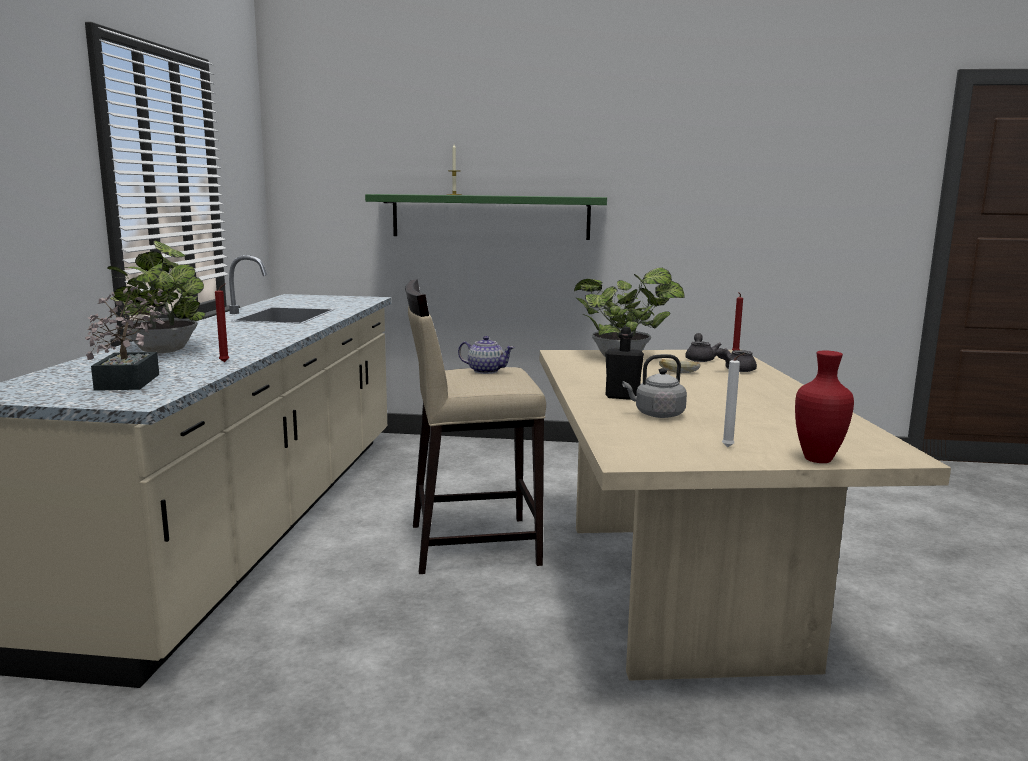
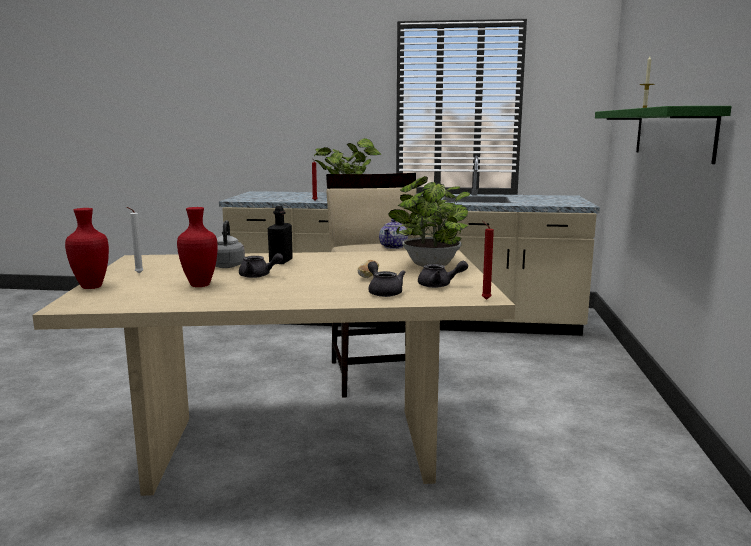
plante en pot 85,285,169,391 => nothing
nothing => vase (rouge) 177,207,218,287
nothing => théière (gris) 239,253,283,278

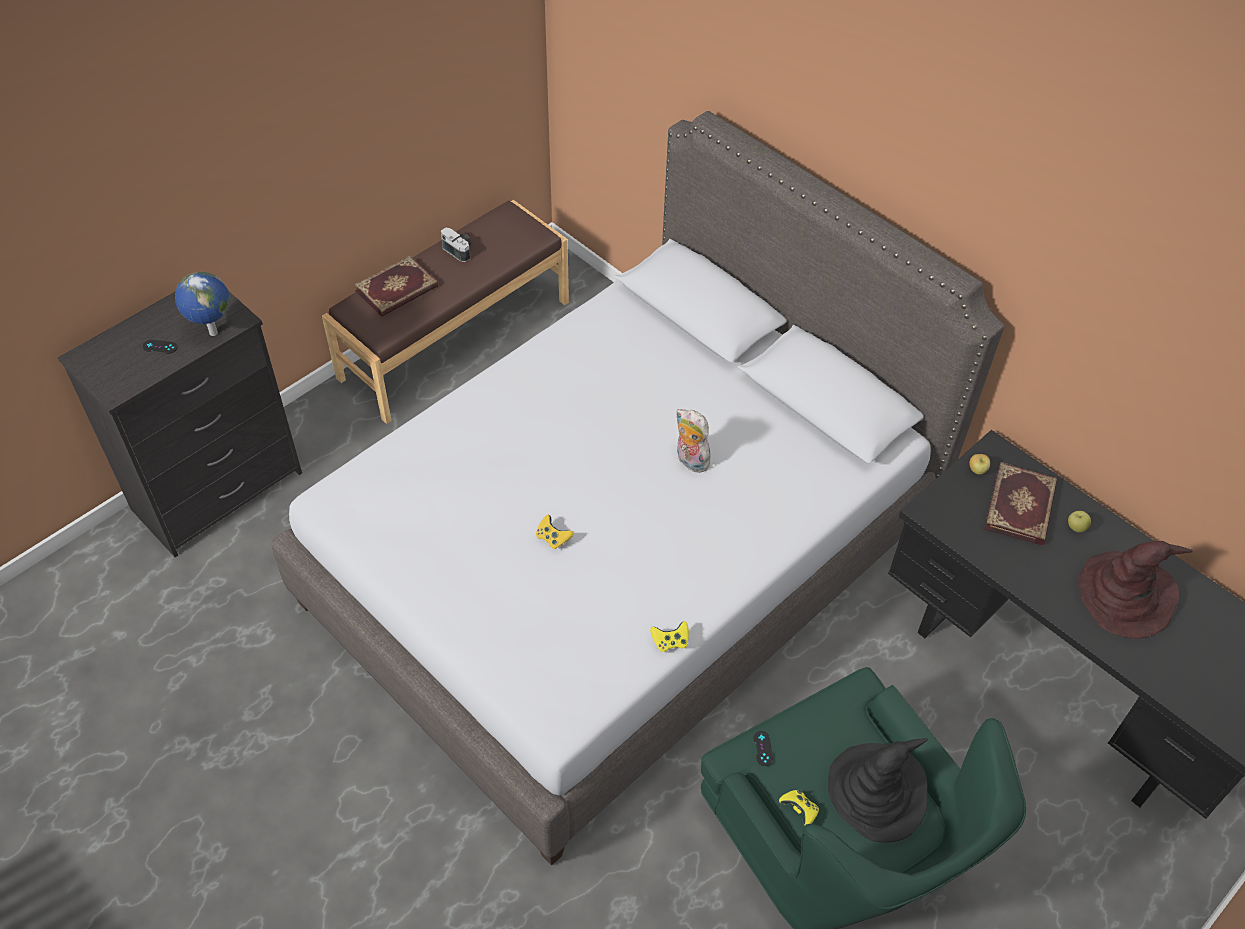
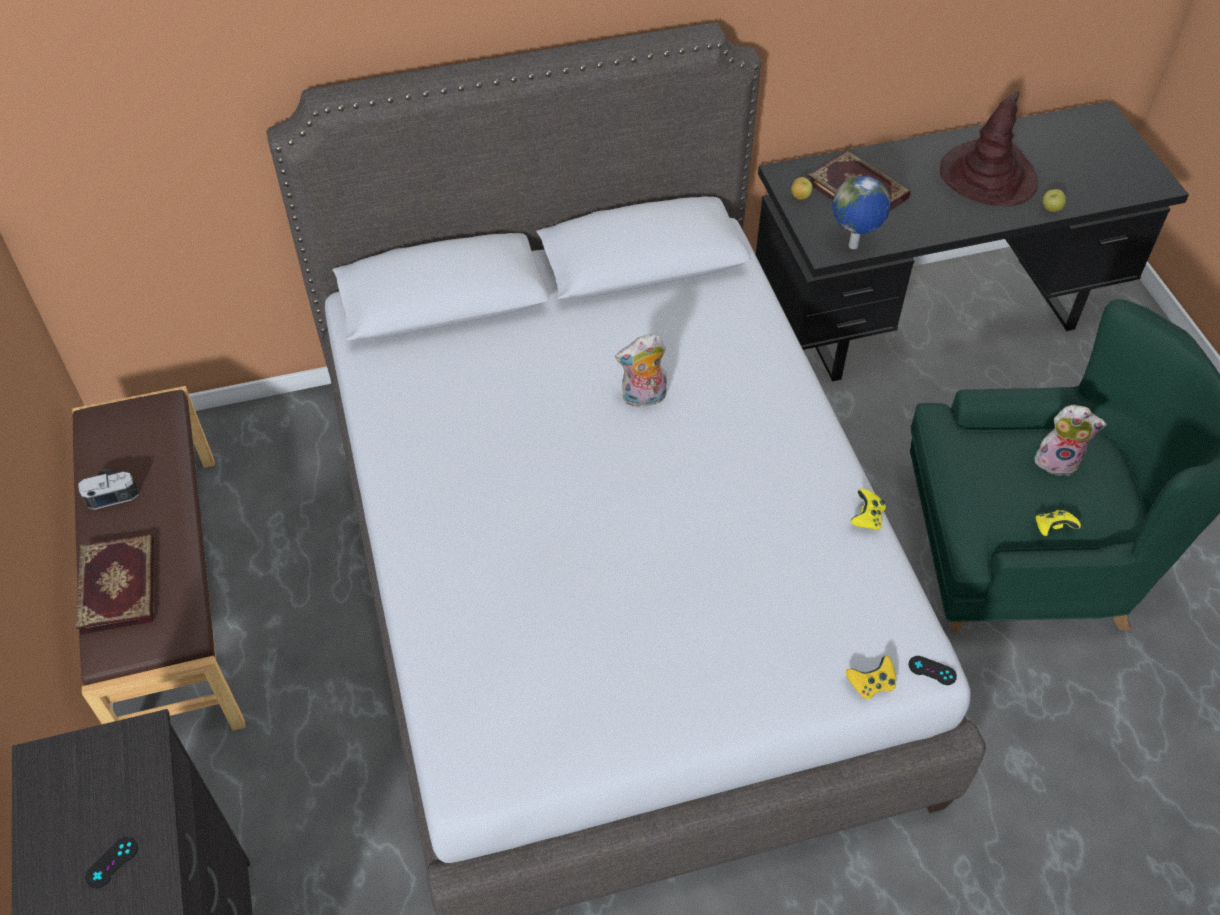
globe 175,272,229,336 => globe 832,176,891,249, move
manette (jaune) 536,515,573,549 => manette (jaune) 846,655,896,699, move
manette (noir) 753,731,773,766 => manette (noir) 909,656,957,685, move
chapeau (noir) 828,738,928,843 => peluche 1034,405,1106,476
pomme 1068,511,1091,532 => pomme 1042,189,1066,212, move

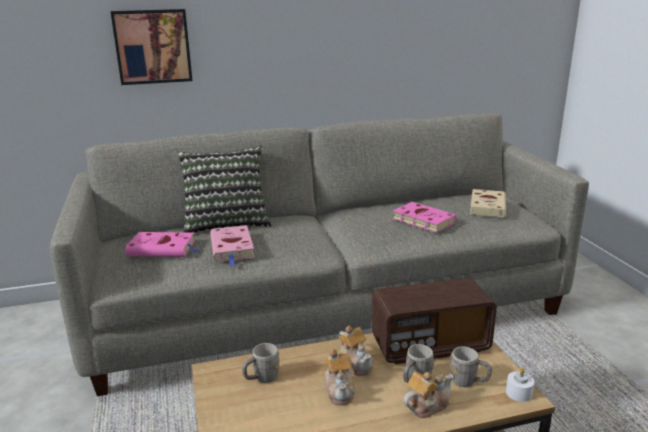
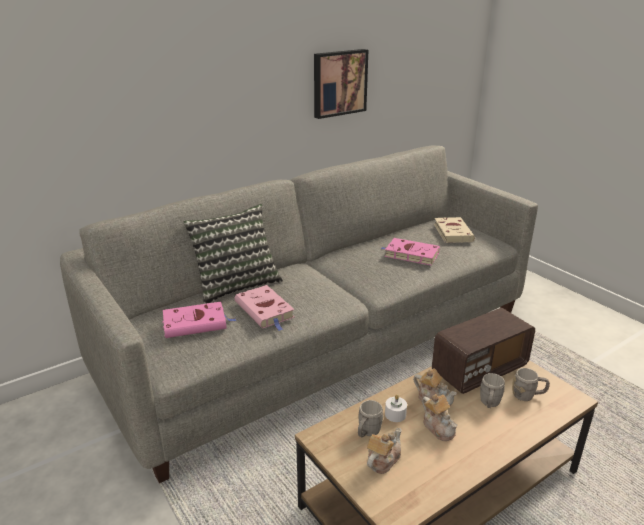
tableau 111,9,192,85 => tableau 314,49,368,119, move
théière 403,371,453,418 => théière 367,428,402,474, move
bougie (blanc) 506,368,534,402 => bougie (blanc) 385,395,407,422, move

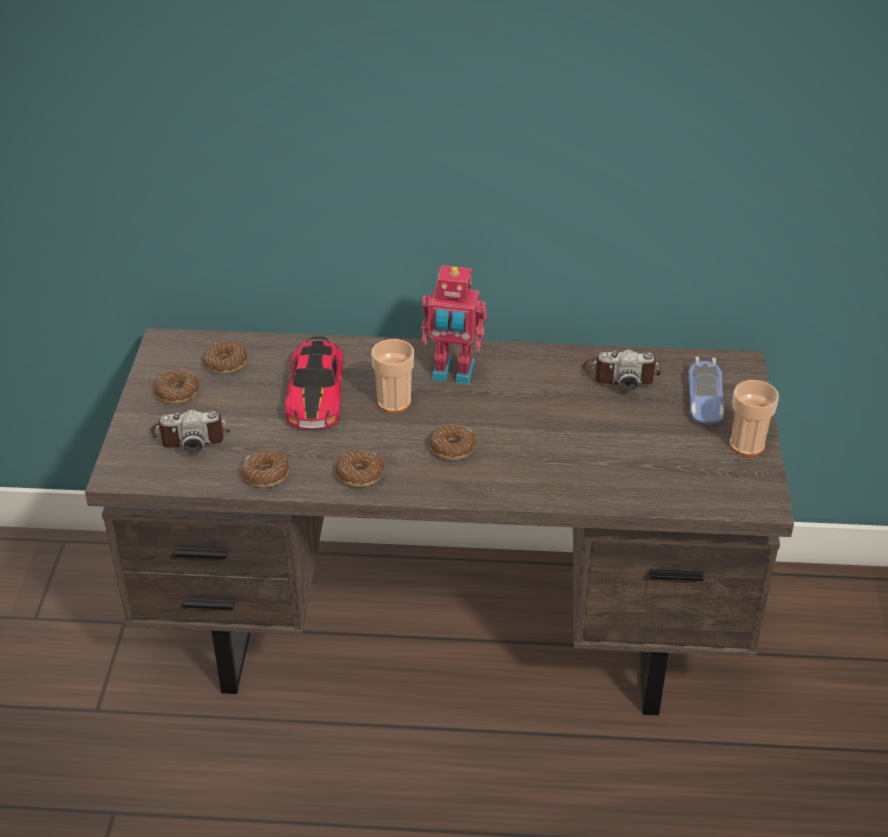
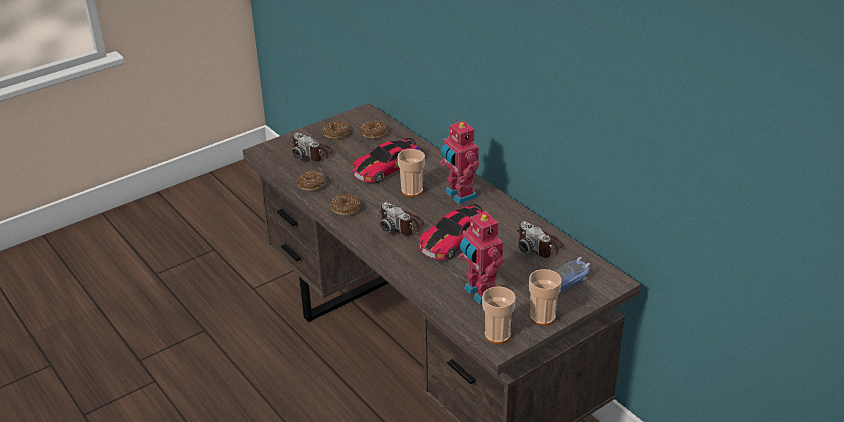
beignet 429,424,477,460 => appareil photo 379,202,424,236
nothing => petite voiture 419,204,483,260
nothing => robot jouet 459,210,504,304
nothing => tasse 482,286,516,344

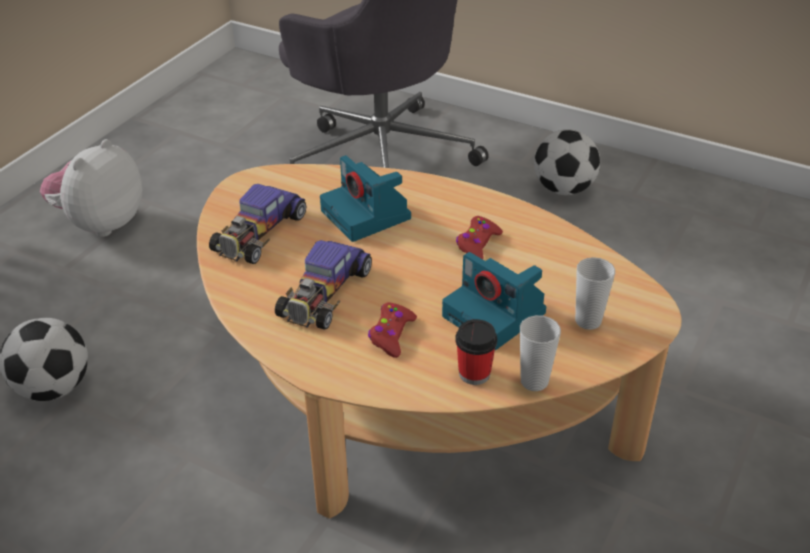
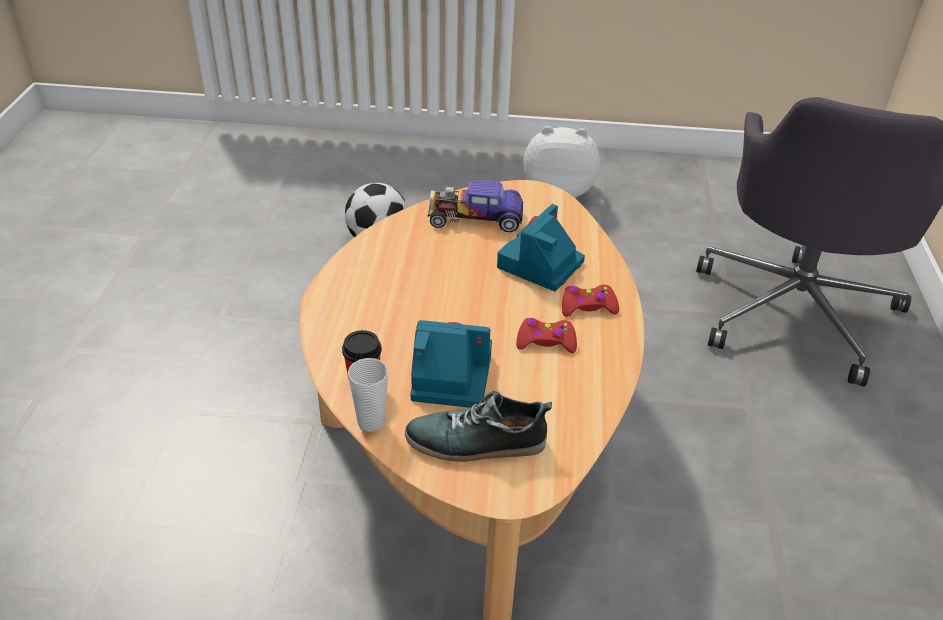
petite voiture 275,240,372,330 => nothing
manette (rouge) 368,302,417,358 => manette (rouge) 562,285,619,317, move
appareil photo 442,252,546,350 => appareil photo 411,320,492,408, 75 degrees clockwise
ballon de foot 534,129,600,195 => nothing
tasse 575,257,615,330 => chaussure 405,391,552,462

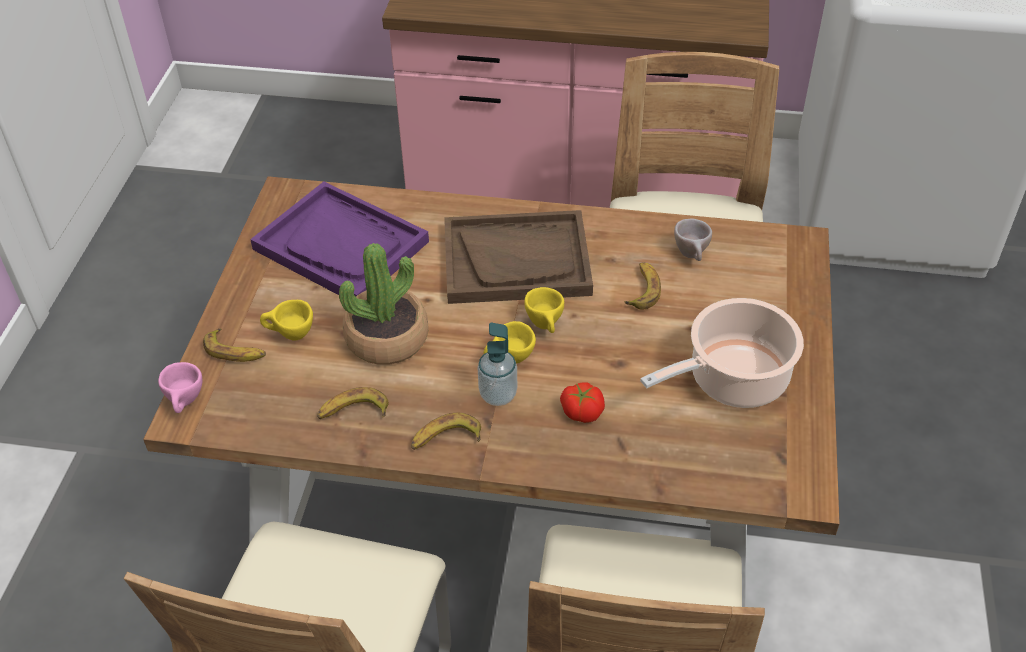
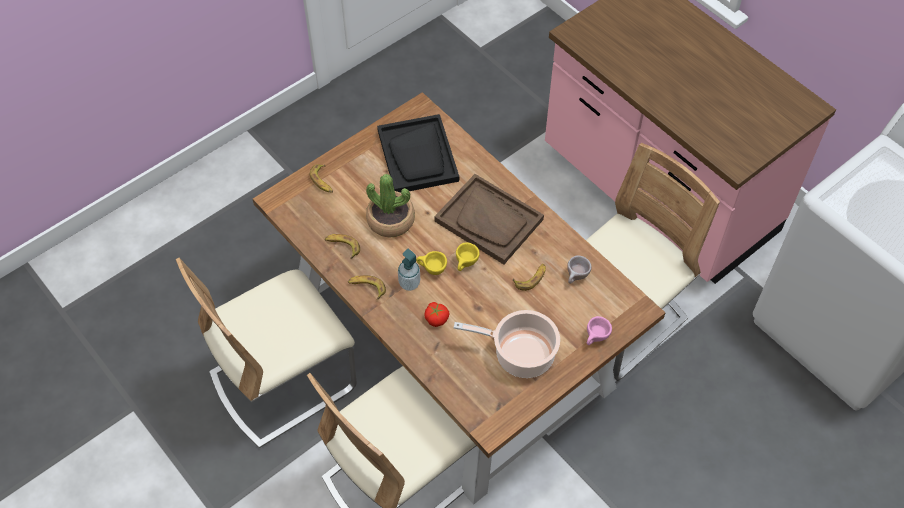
tasse (rose) 158,362,202,413 => tasse (rose) 587,316,612,345, move
plateau (violet) 250,181,429,297 => plateau (noir) 377,114,459,193
tasse (jaune) 260,300,313,340 => nothing

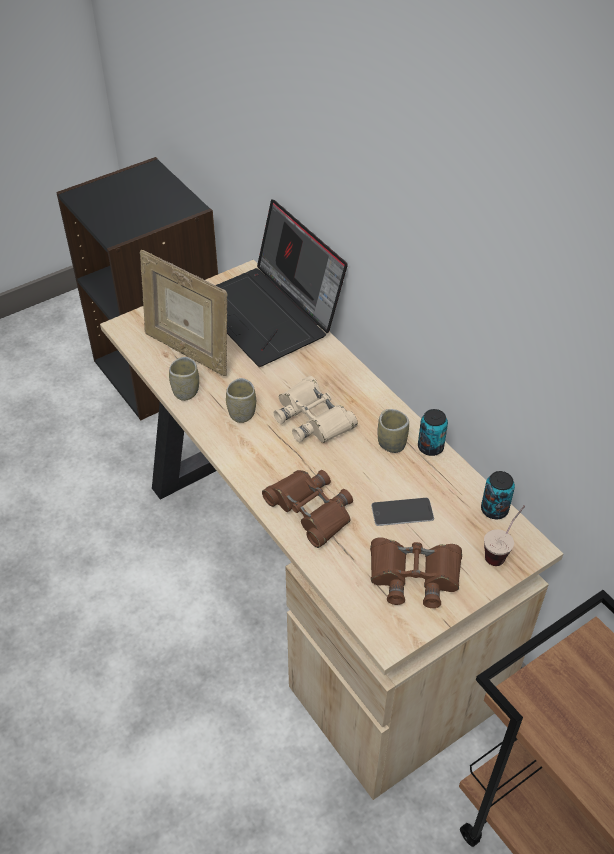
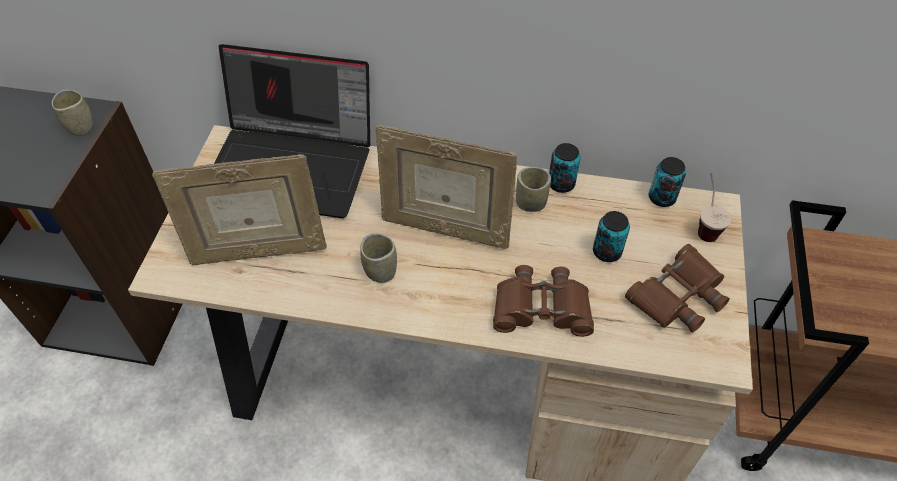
tasse 169,357,199,401 => tasse 52,89,94,136, move
jumelles (beige) 274,376,358,443 => cadre photo 376,125,518,249
téléphone 371,498,434,526 => boîte métallique 593,211,630,262

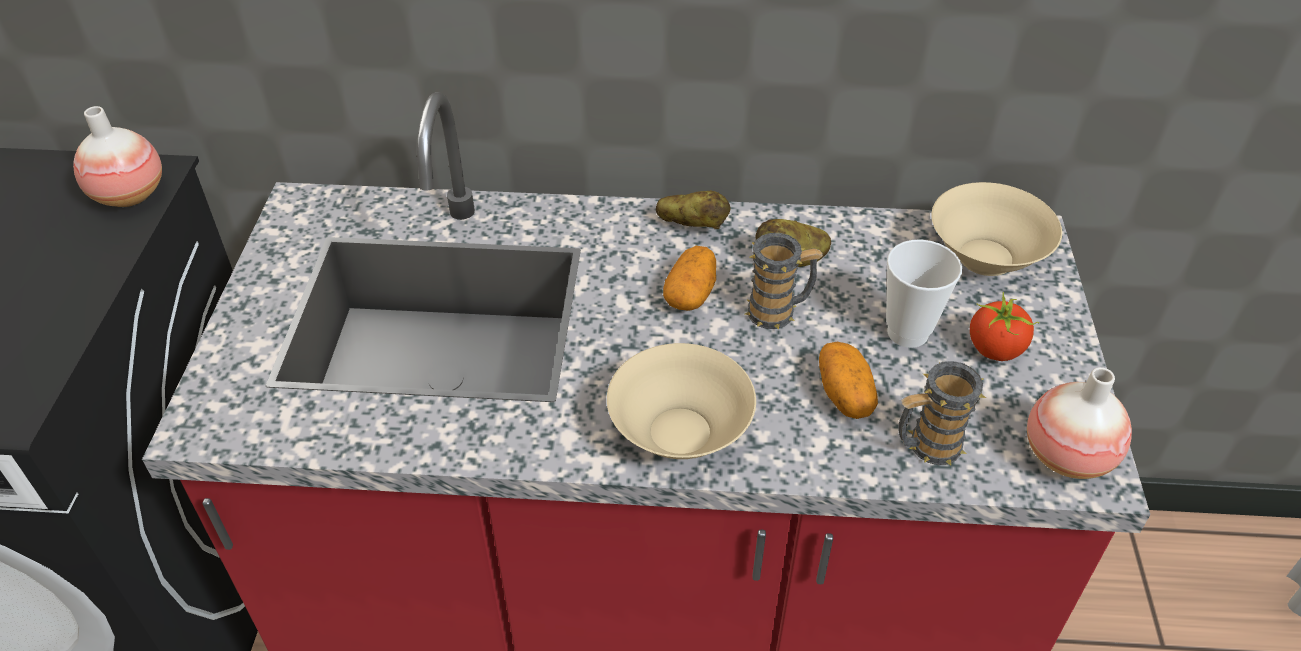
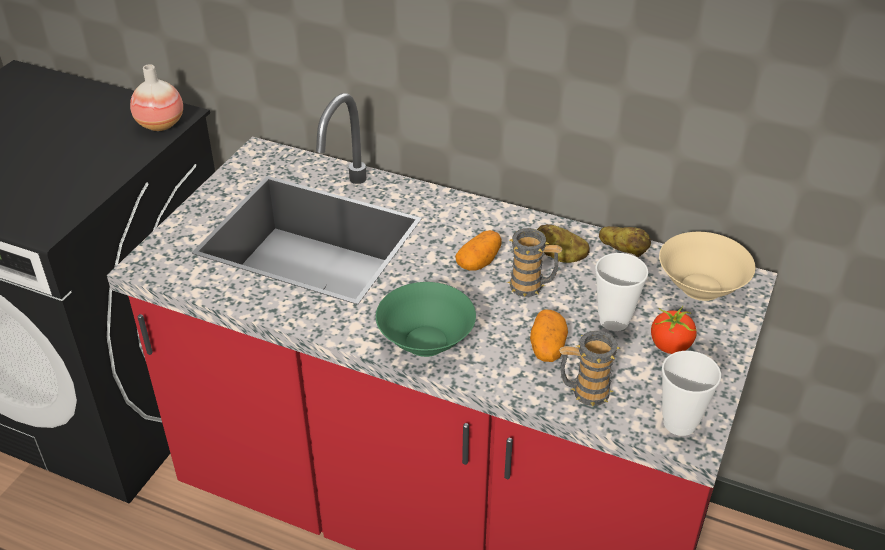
bol (beige) 607,343,756,459 => bol (vert) 376,282,476,357
pomme de terre 656,190,730,229 => pomme de terre 599,226,651,257, move
vase 1027,367,1132,479 => tasse 662,351,721,436

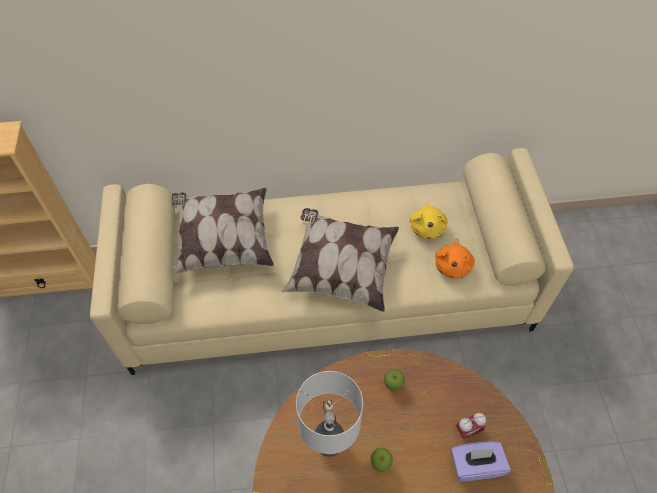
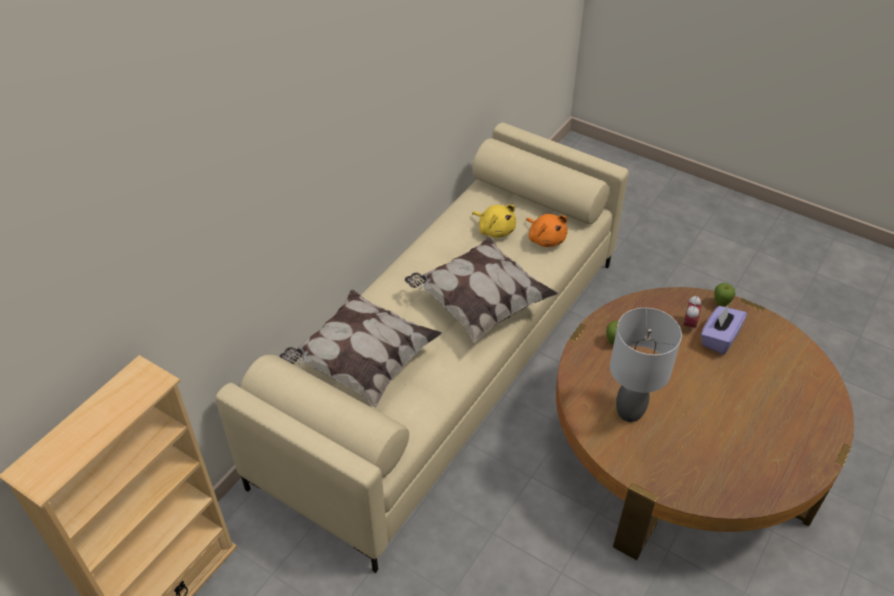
pomme 370,448,393,472 => pomme 715,283,736,307, move

